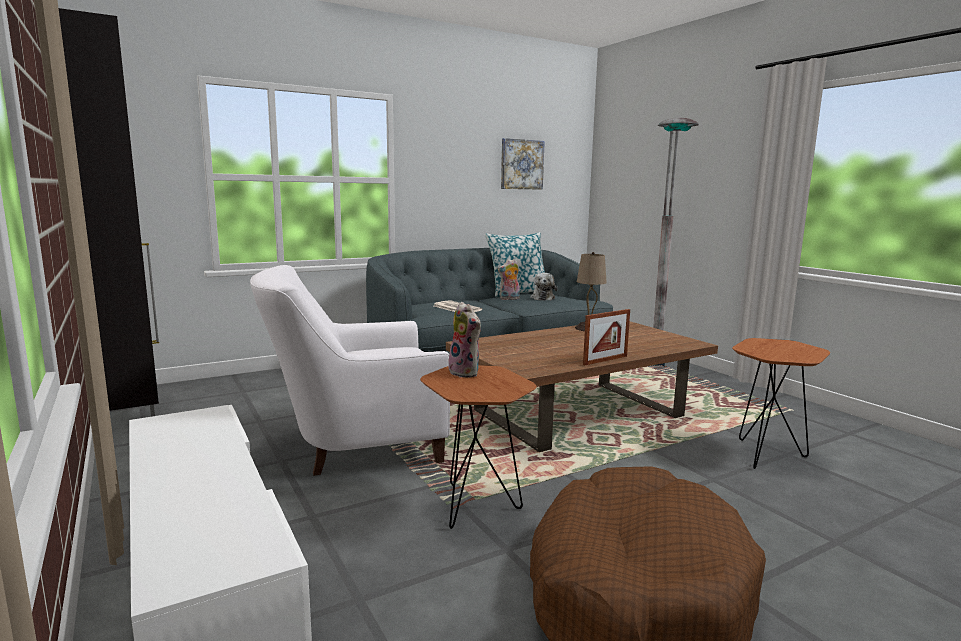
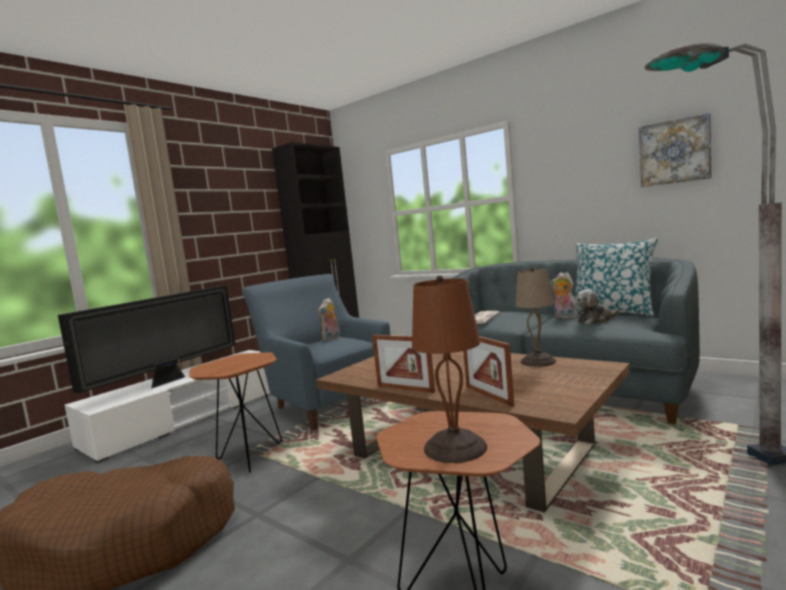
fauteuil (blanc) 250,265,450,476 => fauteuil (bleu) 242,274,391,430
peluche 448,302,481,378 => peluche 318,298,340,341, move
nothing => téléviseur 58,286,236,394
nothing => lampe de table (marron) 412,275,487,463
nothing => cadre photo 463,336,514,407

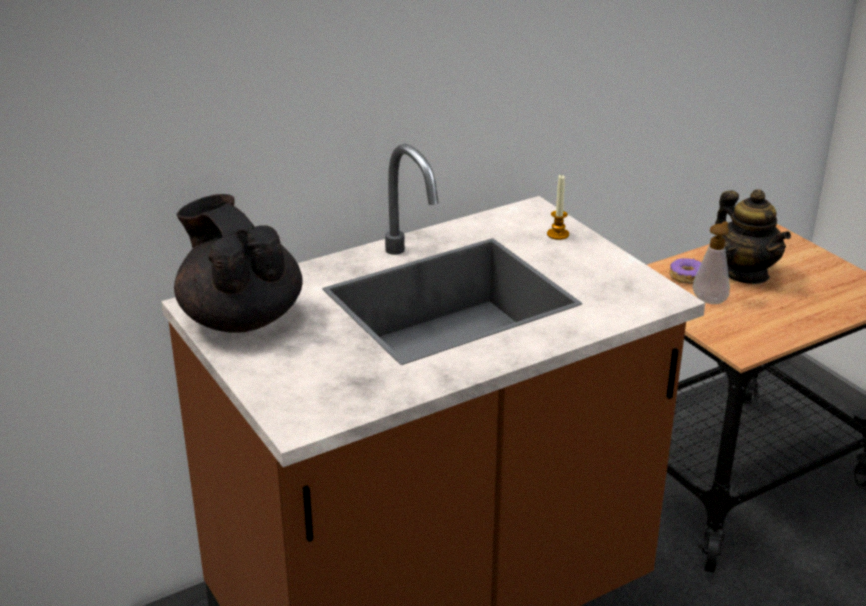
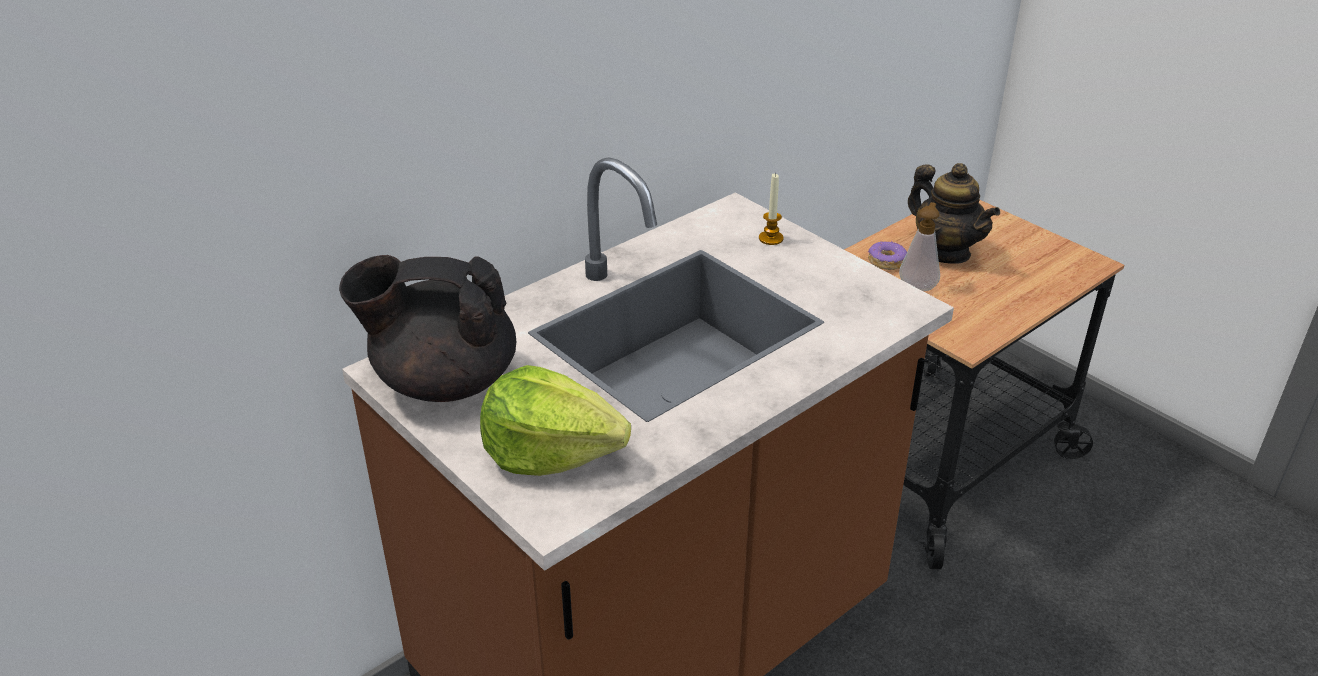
théière (noir) 174,194,303,333 => théière (noir) 339,255,516,402, 45 degrees counterclockwise
nothing => laitue 480,365,631,476

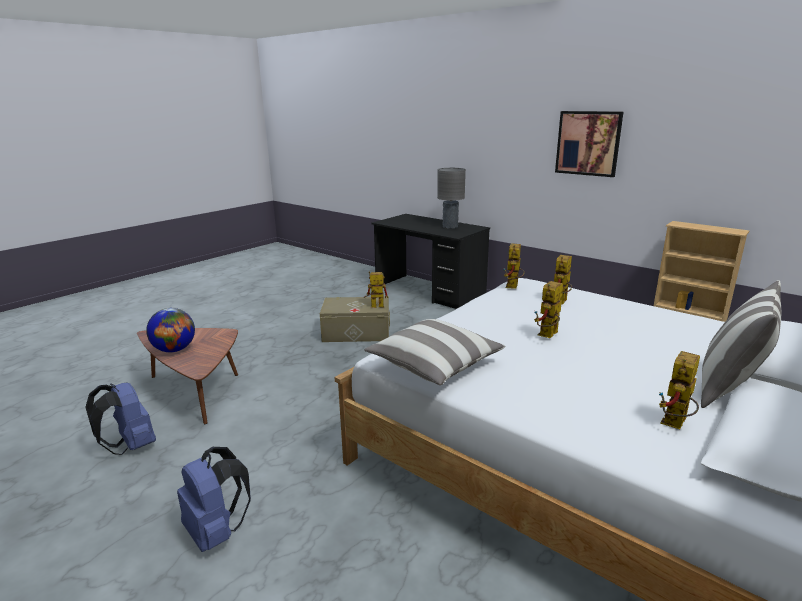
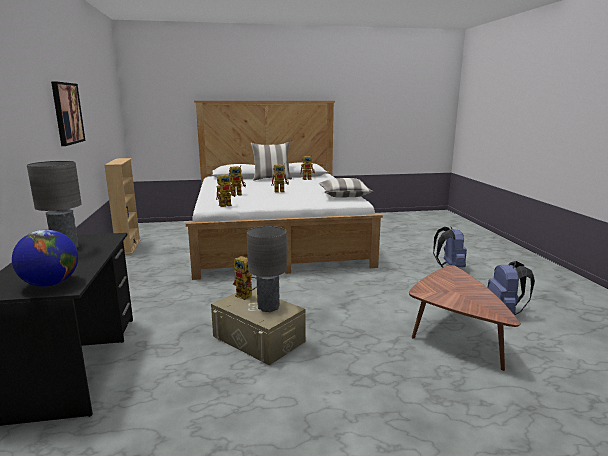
globe 146,308,195,352 => globe 12,230,78,287, move
nothing => lampe de table (gris) 247,226,287,312

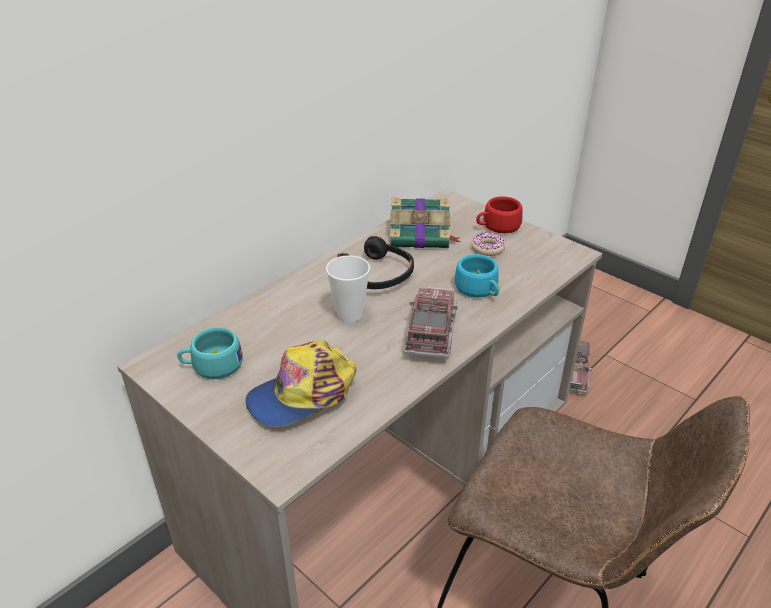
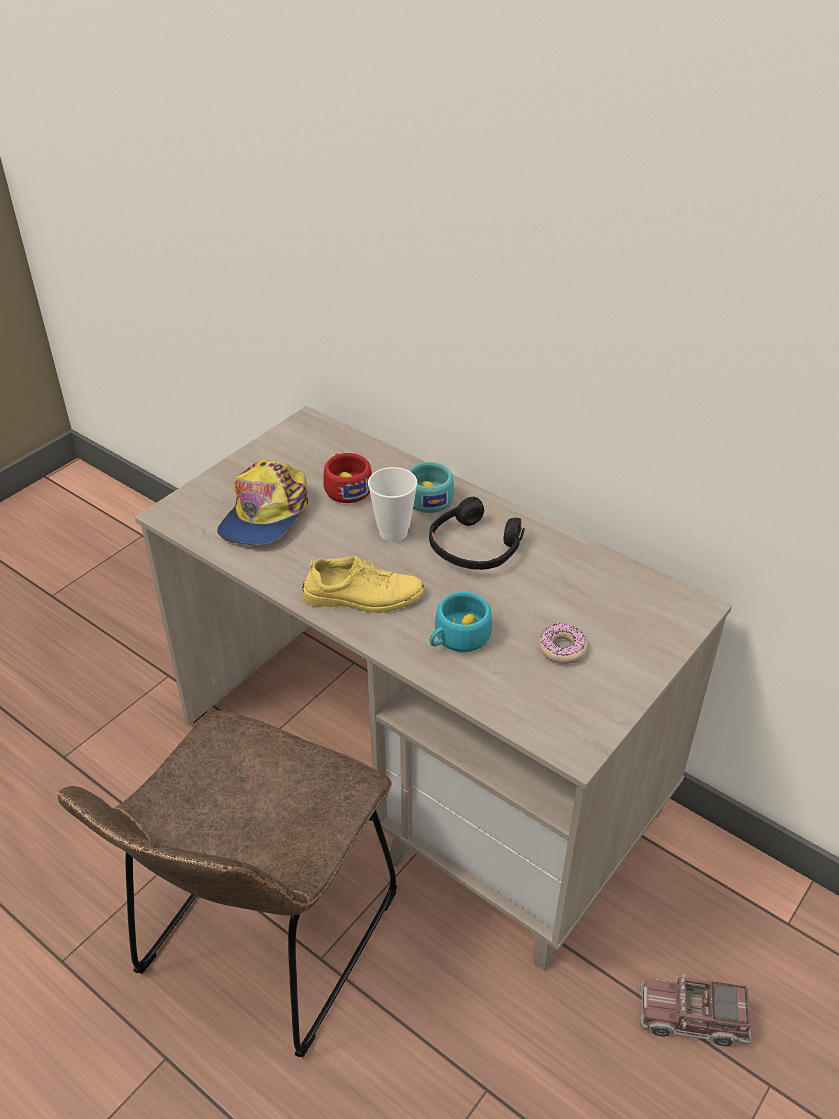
tasse (turquoise) 177,327,243,379 => tasse (turquoise) 409,462,454,513, move
casquette 246,340,357,427 => casquette 217,459,308,545, 120 degrees counterclockwise
livre 390,198,461,248 => nothing
camion jouet 404,287,458,358 => chaussure (jaune) 302,556,424,613
tasse (rouge) 476,196,523,233 => tasse (rouge) 323,453,372,503, move

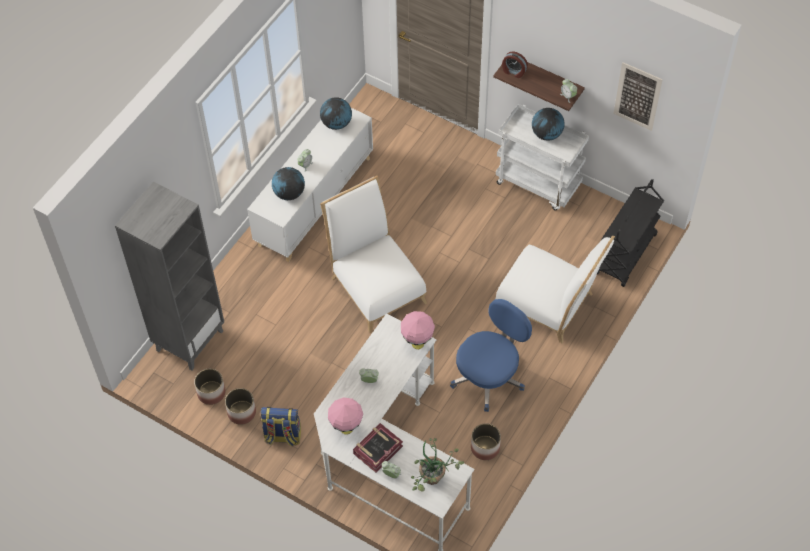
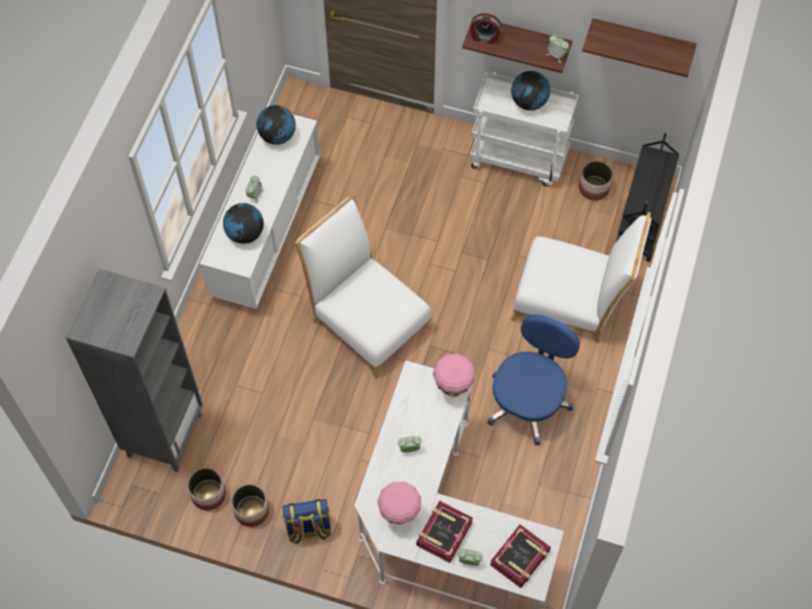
plante en pot 411,438,464,491 => livre 490,525,551,588
cache-pot 471,423,501,460 => cache-pot 579,161,613,200, move
tableau 614,62,663,131 => étagère 582,18,697,77

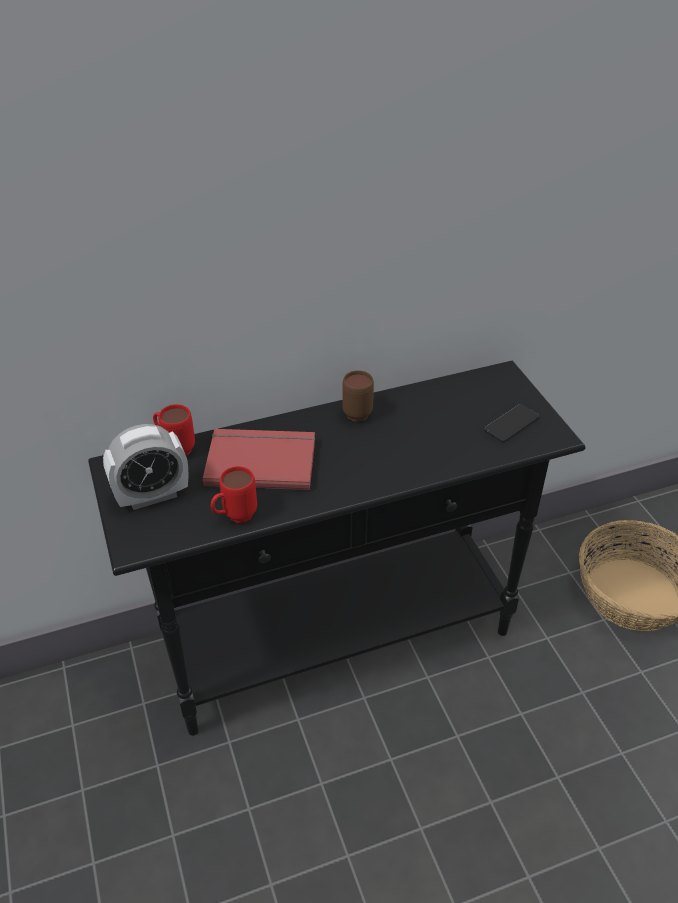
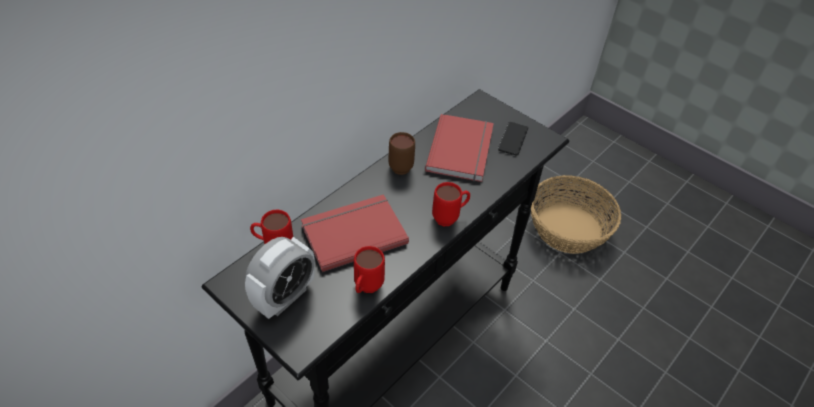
nothing => livre (rouge) 425,114,494,182
nothing => mug (rouge) 432,182,470,226

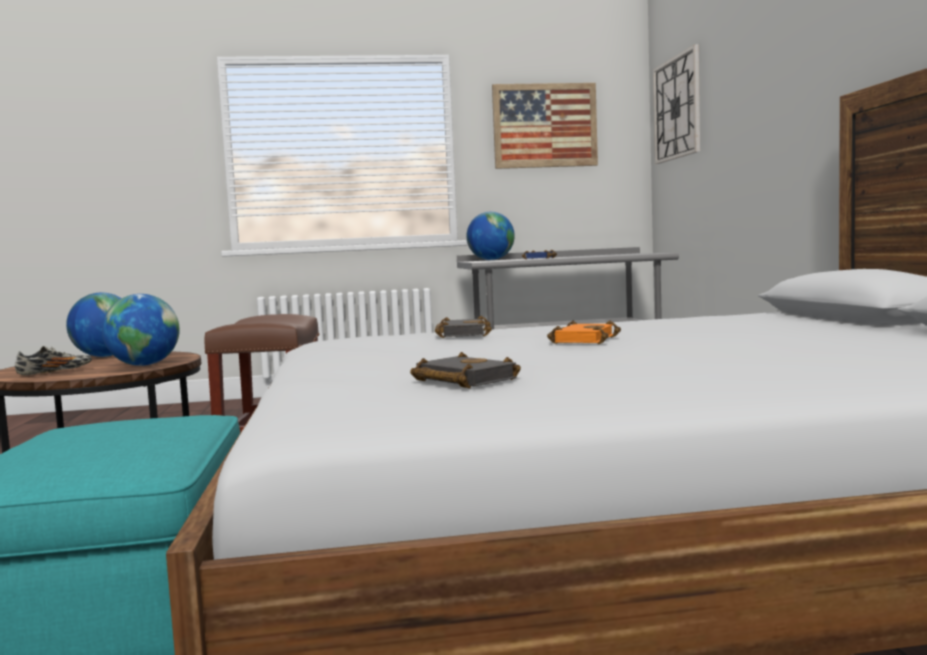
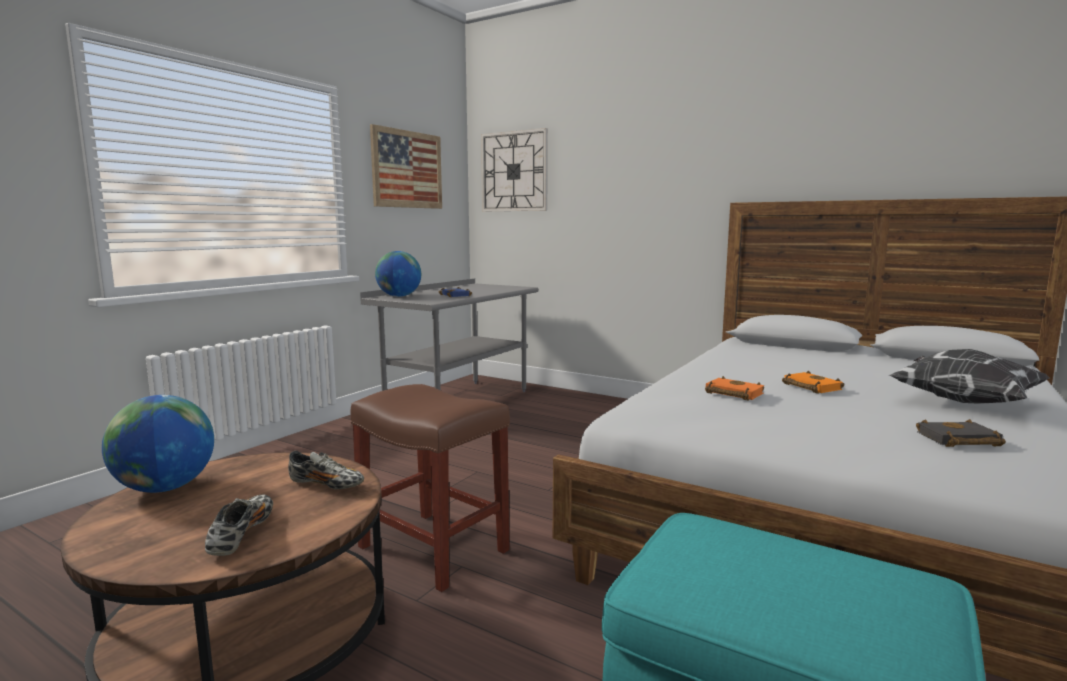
globe 102,294,180,366 => chaussure 288,450,364,489
livre (noir) 435,316,492,338 => livre (orange) 705,376,764,401
nothing => coussin 889,349,1049,404

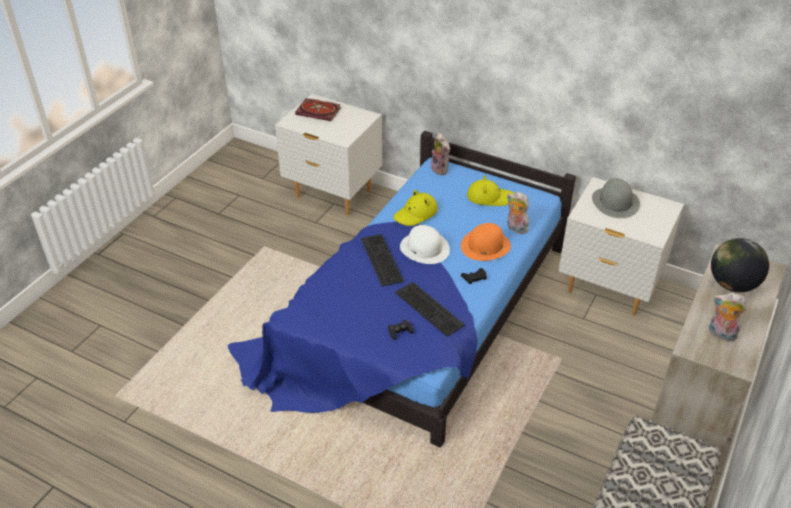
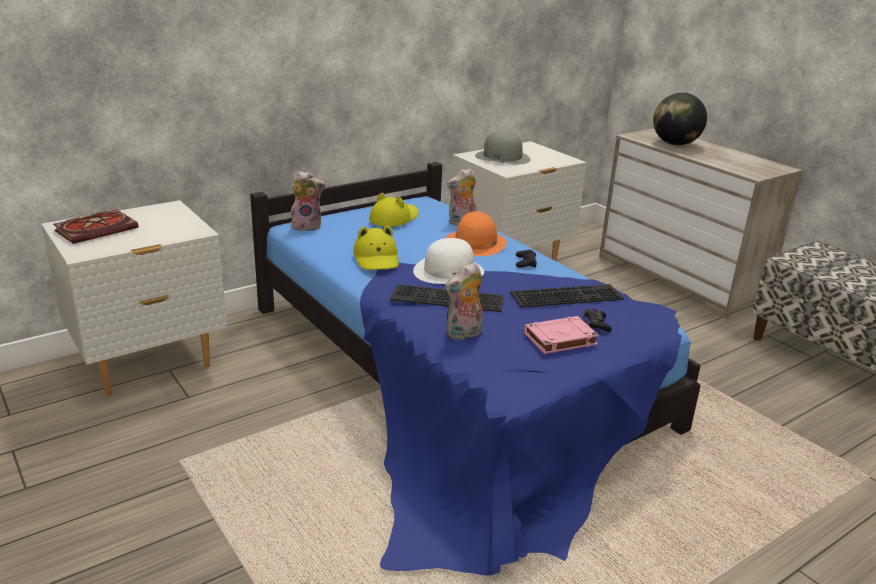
peluche 709,293,747,341 => peluche 445,262,483,340, move
nothing => livre (rose) 524,316,599,354

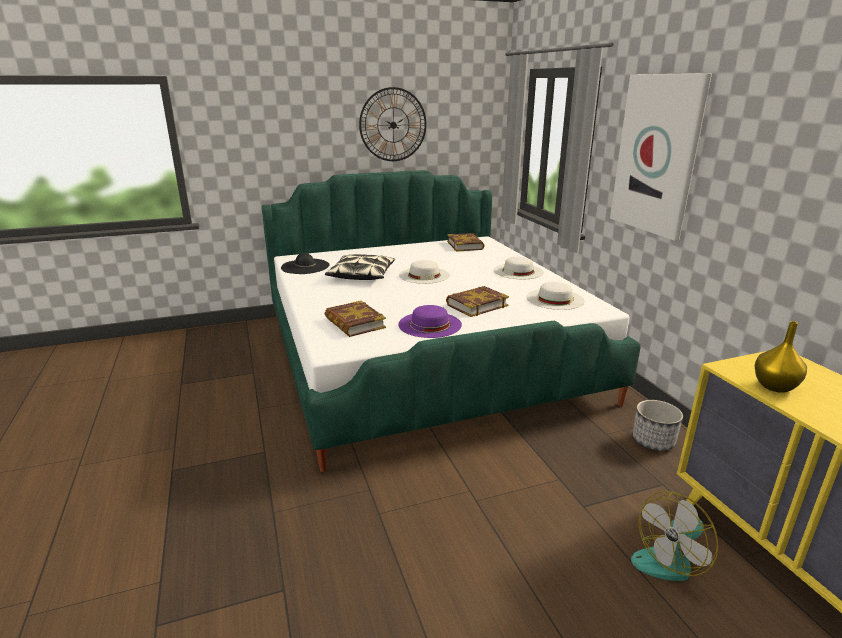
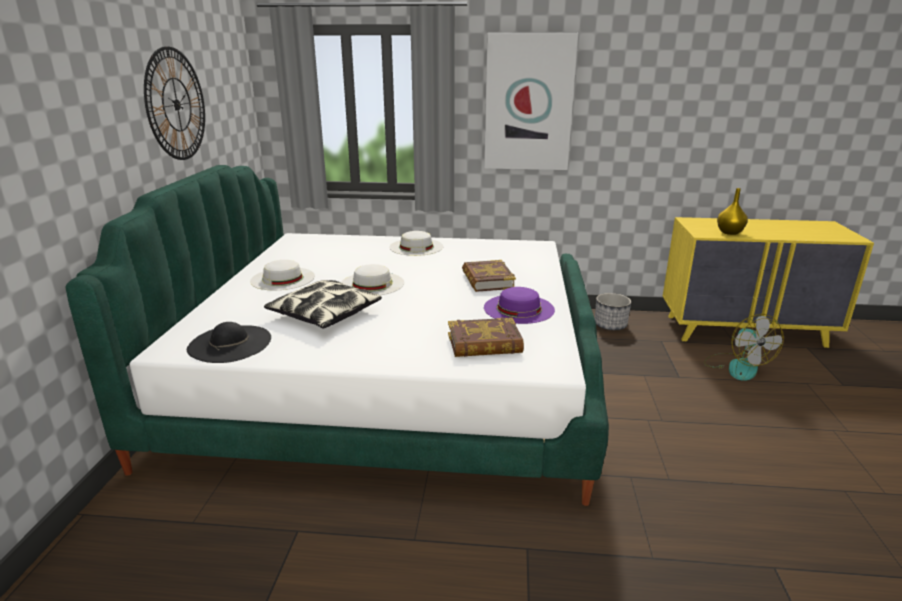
livre 447,233,485,252 => nothing
chapeau (blanc) 526,282,585,310 => chapeau (blanc) 250,260,315,290, move

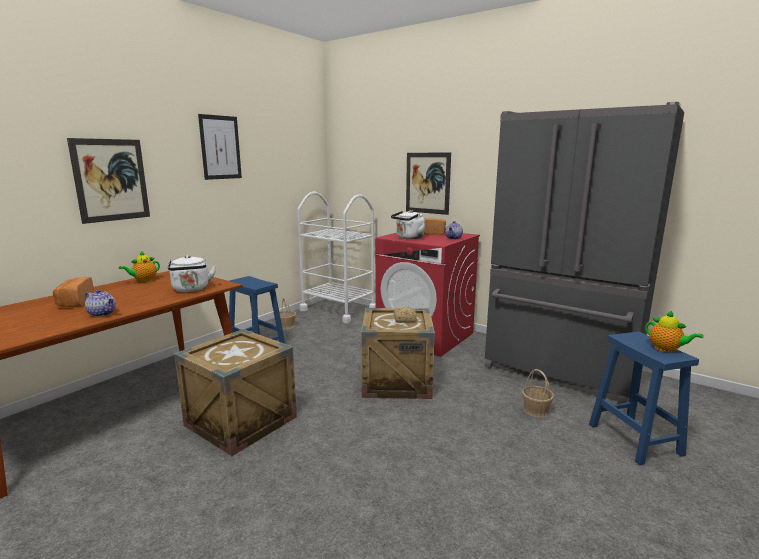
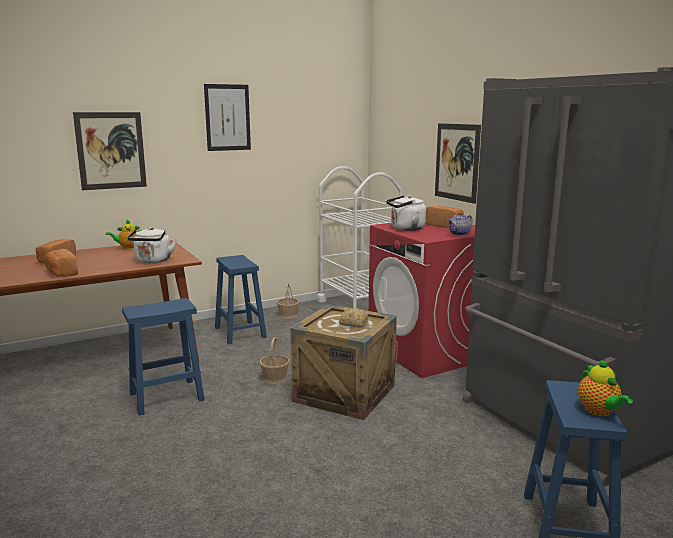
théière 85,289,116,317 => pain 45,249,78,277
caisse 174,329,297,456 => tabouret (bleu) 122,298,205,416
panier 522,369,554,418 => panier 260,337,289,384, move

